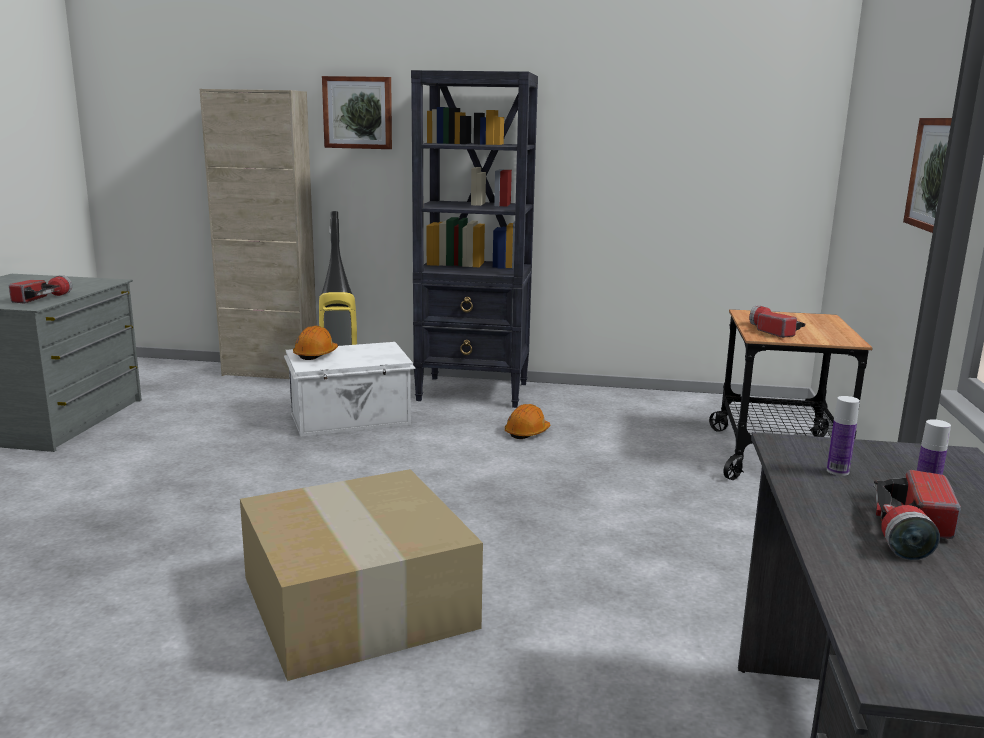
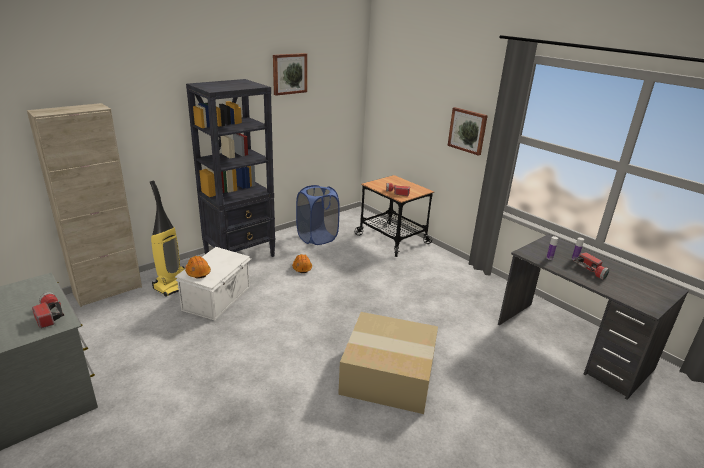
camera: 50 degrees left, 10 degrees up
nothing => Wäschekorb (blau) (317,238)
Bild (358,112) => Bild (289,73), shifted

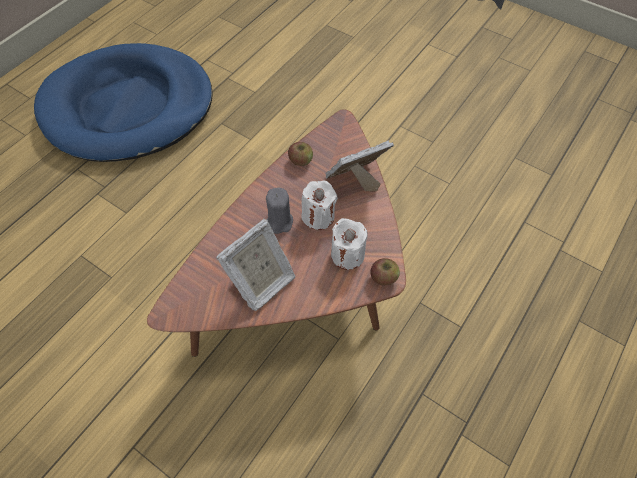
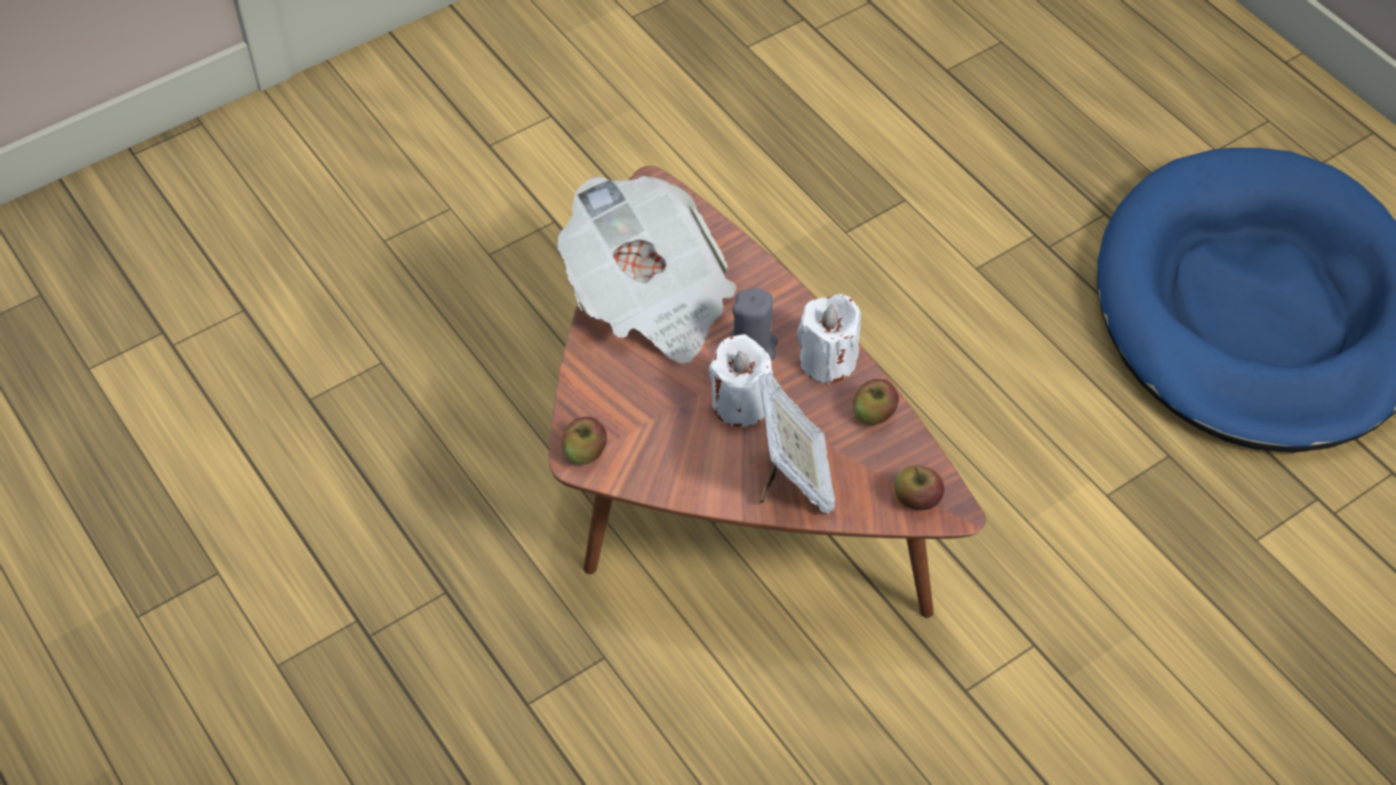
camera: 110 degrees right, 5 degrees down
nothing => Apfel (916,500)
Kerze (weiß) (347,255) => Kerze (weiß) (827,361), shifted
Bilderrahmen (261,283) => Zeitung (649,299)

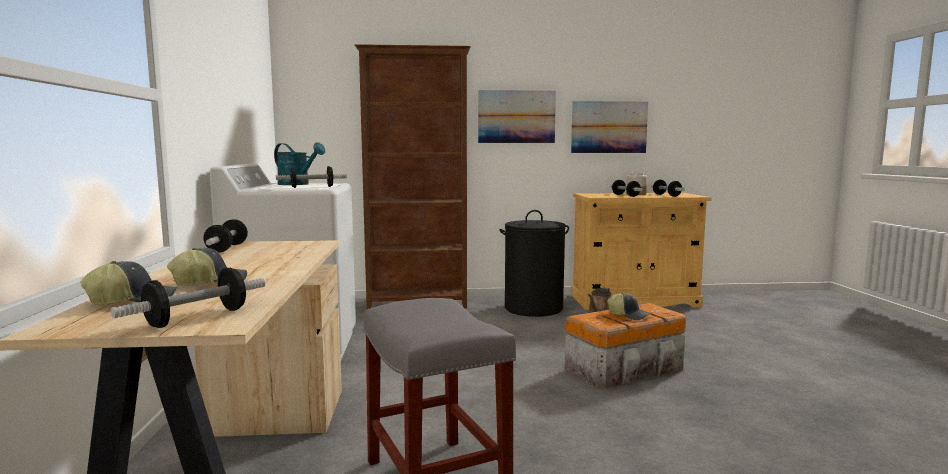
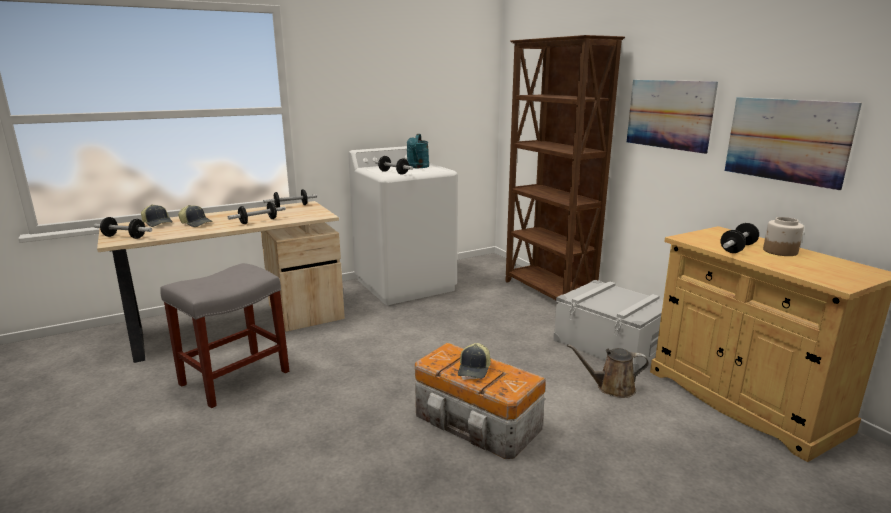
camera: 65 degrees right, 10 degrees up
Hantel (666,195) => Hantel (258,221), shifted
Wäschekorb (schwarz) (533,308) => Aufbewahrungsbox (grau) (611,343)

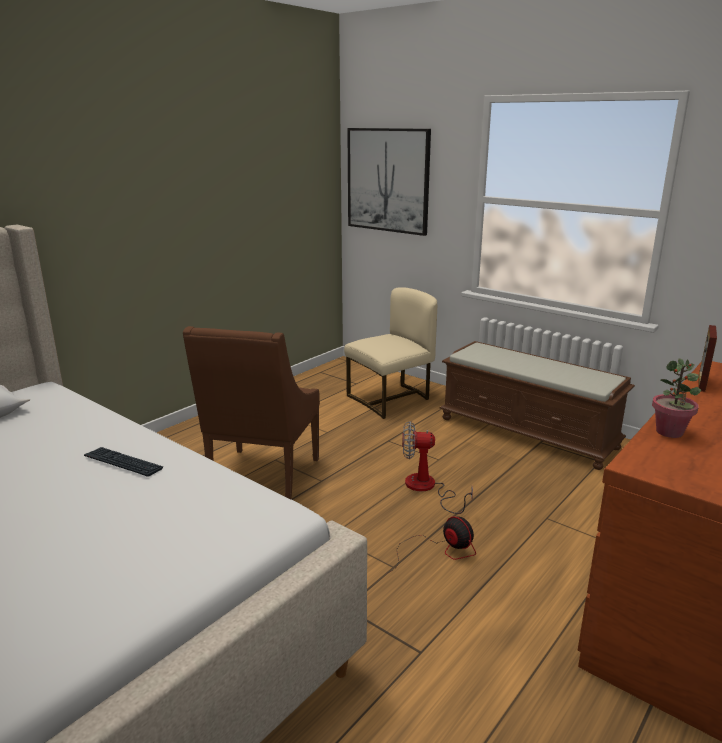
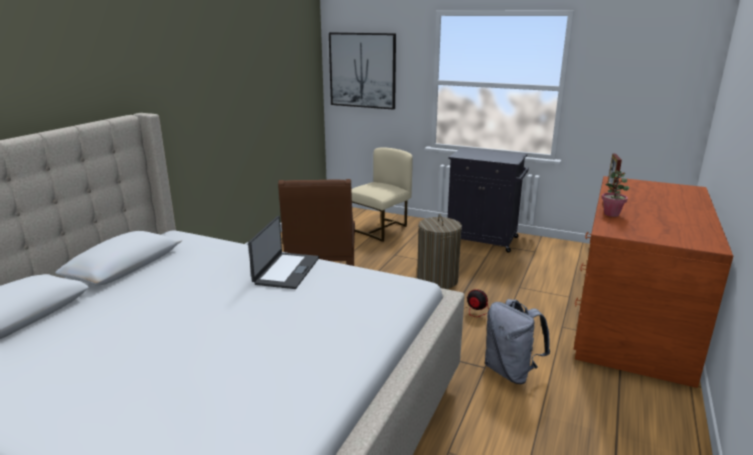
camera: 15 degrees left, 0 degrees up
nothing => Rucksack (grau) (511,372)
Tastatur (123,463) => Laptop (286,270)
Ventilator (427,488) => Wäschekorb (437,280)
Bank (braun) (528,432) => Schrank (schwarz) (483,240)

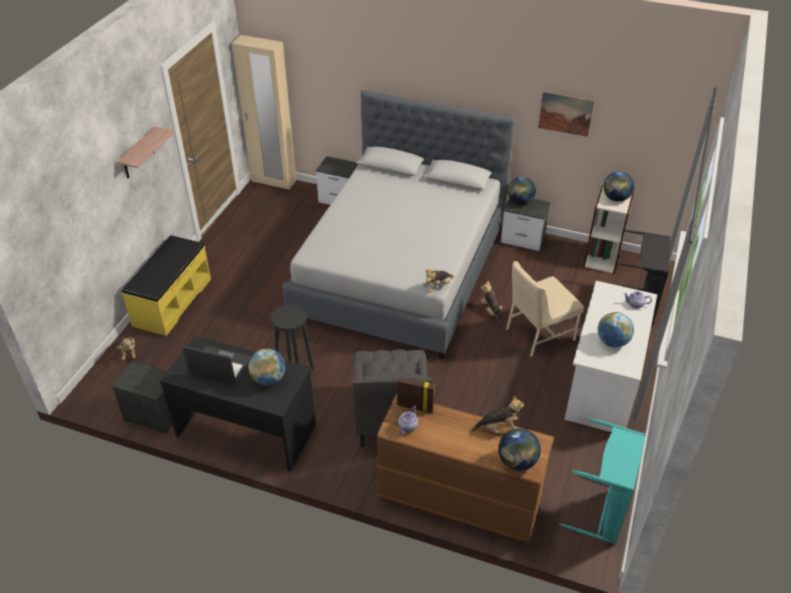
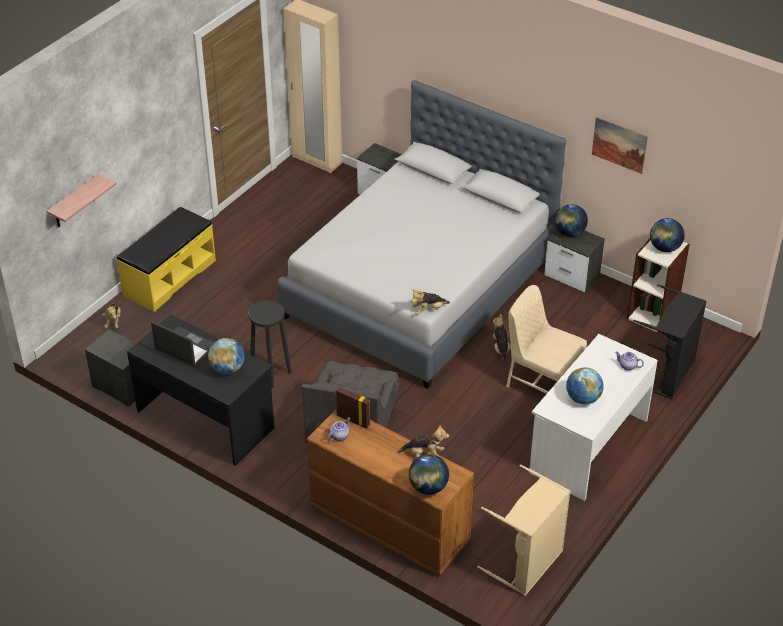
camera: 15 degrees right, 0 degrees up
Wandregal (138,154) => Wandregal (74,202), shifted
Wäschekorb (türkis) (603,510) => Wäschekorb (beige) (527,564)
Stuhl (beige) (538,334) => Stuhl (beige) (541,382), 45 degrees clockwise

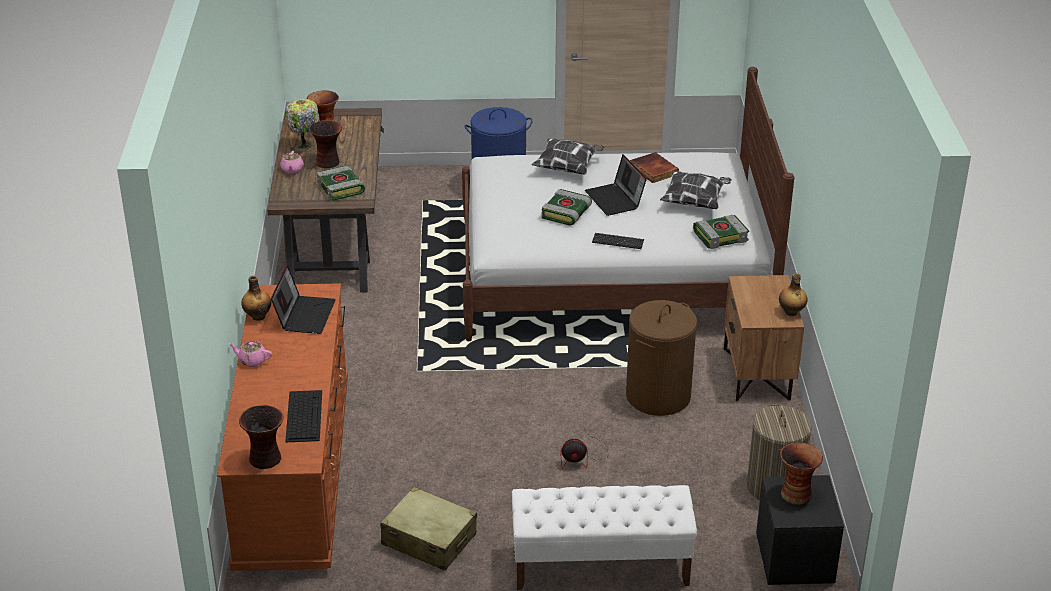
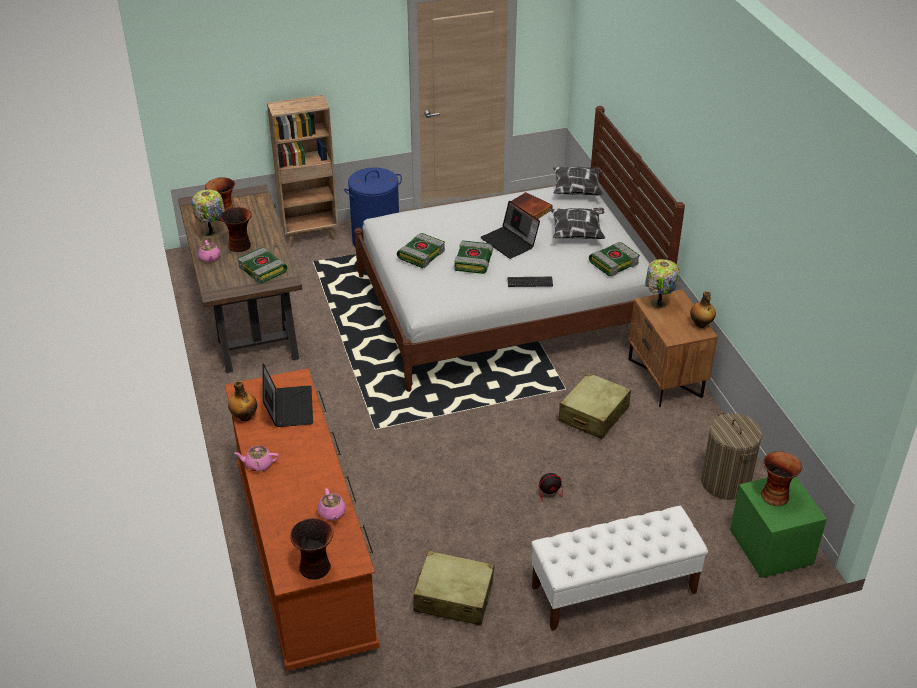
camera: 15 degrees left, 5 degrees up
nothing => Bücherregal (braun) (310,235)
nothing => Buch (421,254)
nothing => Tischlampe (658,304)
Kissen (568,167) => Kissen (578,190), shifted
Tastatur (303,415) => Teekanne (rosa) (332,513)
Wäschekorb (braun) (658,396) => Koffer (beige) (593,414)
Nachttisch (schwarz) (794,559) => Nachttisch (grün) (771,548)

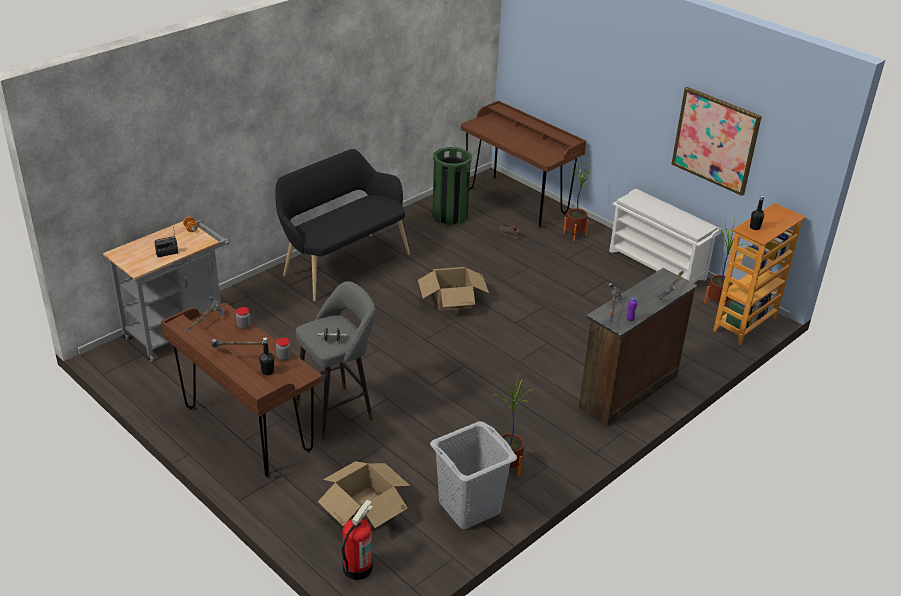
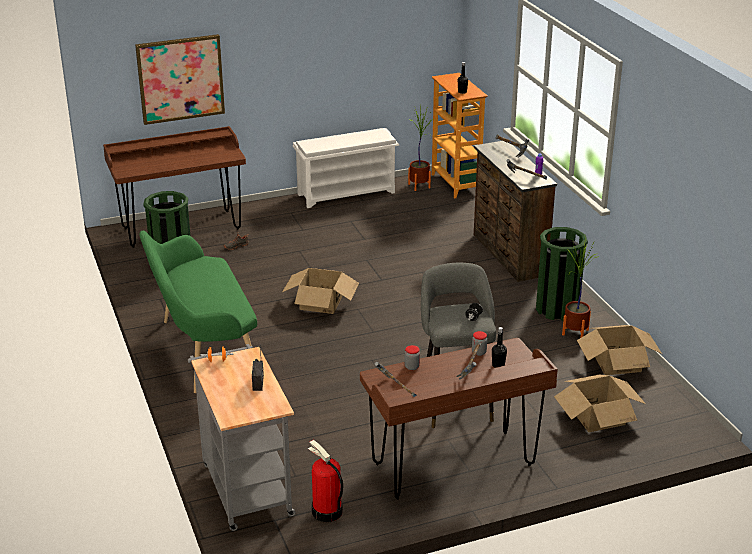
camera: 65 degrees left, 5 degrees down
Topfpflanze (574,234) => nothing
nothing => Mülleimer (grün) (557,309)
Feuerlöscher (357,567) => Feuerlöscher (326,511), shifted
Bild (715,140) => Bild (180,79), shifted
Wäschekorb (grau) (470,507) => Karton (617,362)
Bank (schwarz) (342,263) => Bank (grün) (203,351)

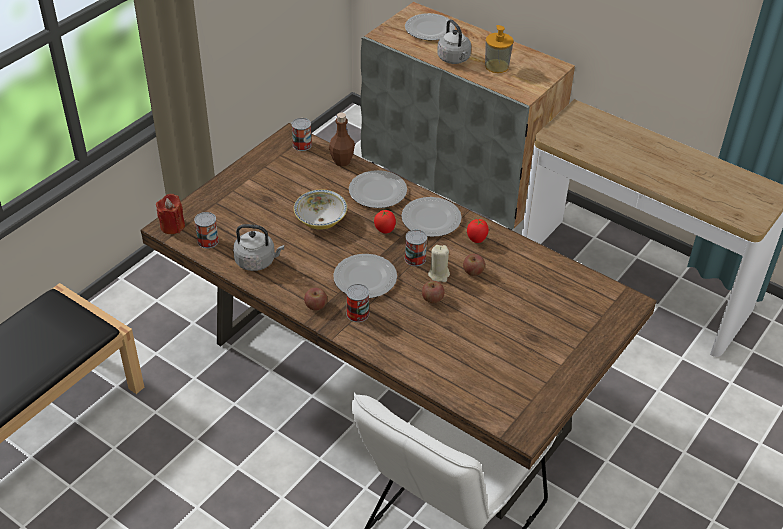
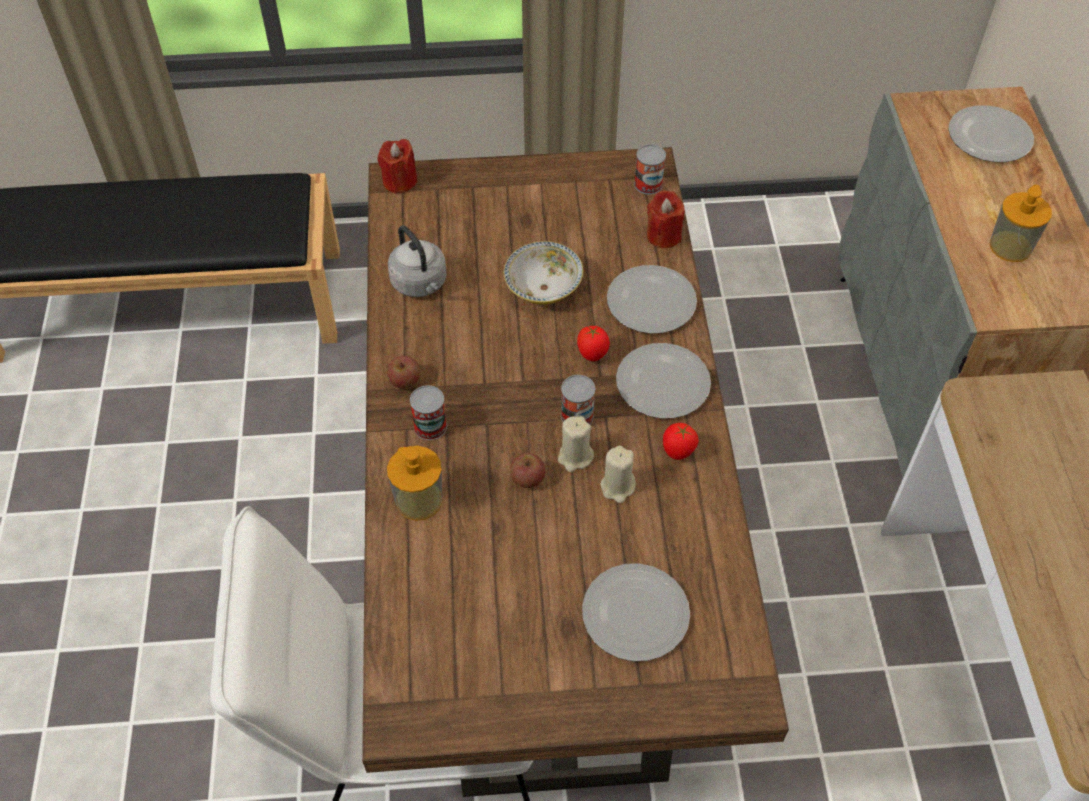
camera: 50 degrees right, 10 degrees up
Dose (208,241) => nothing
Wasserkessel (grau) (454,59) => nothing
nothing => Seifenspender (419,500)
Teller (365,278) => Teller (637,614), shifted
Flasche (braun) (342,161) => Kerze (rot) (663,236)
Apfel (473,271) => Kerze (beige) (617,487)

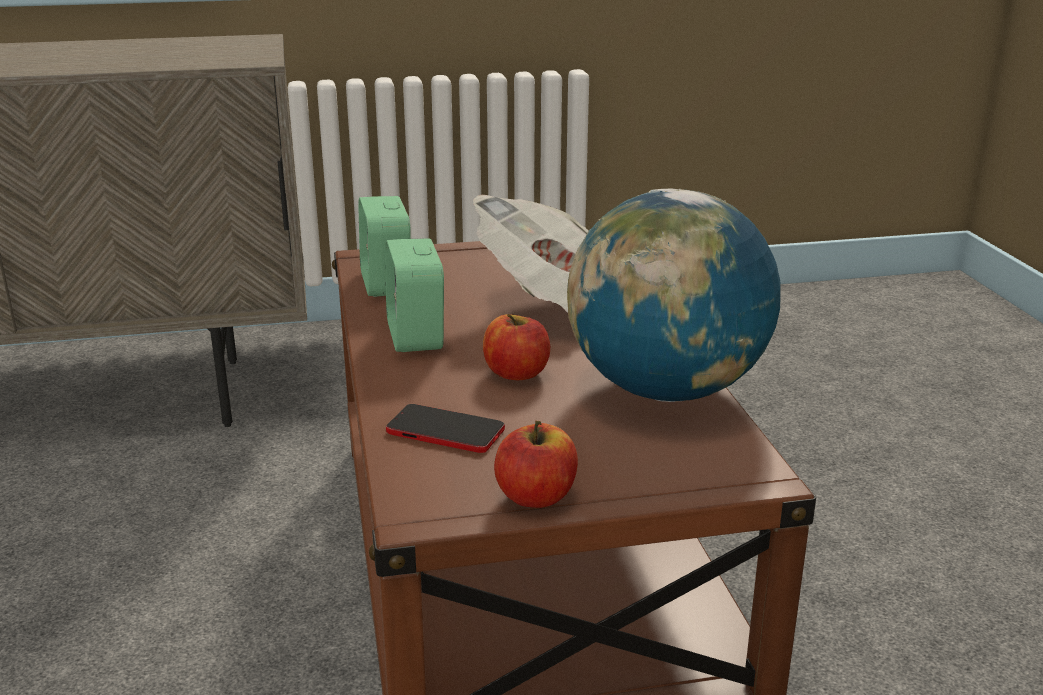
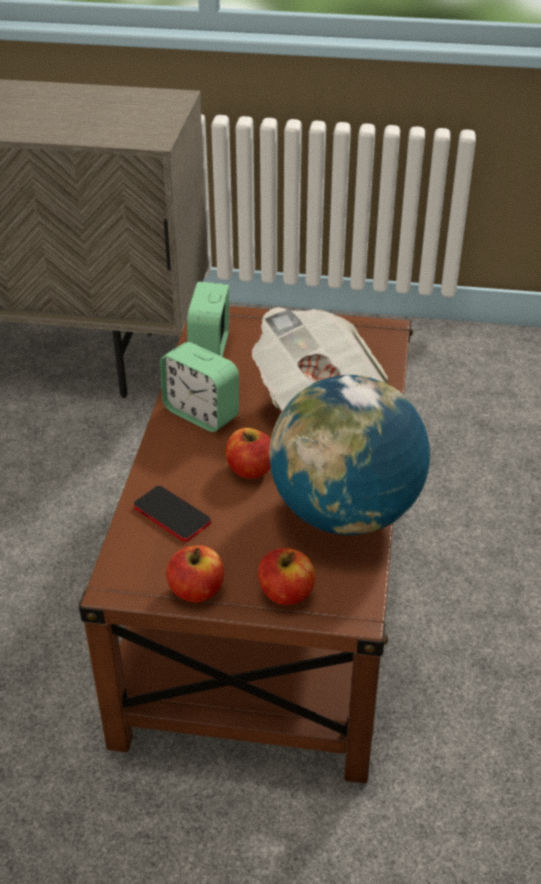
camera: 20 degrees right, 15 degrees up
nothing => Apfel (286,593)
Wecker (415,336) => Wecker (201,413), 60 degrees counterclockwise

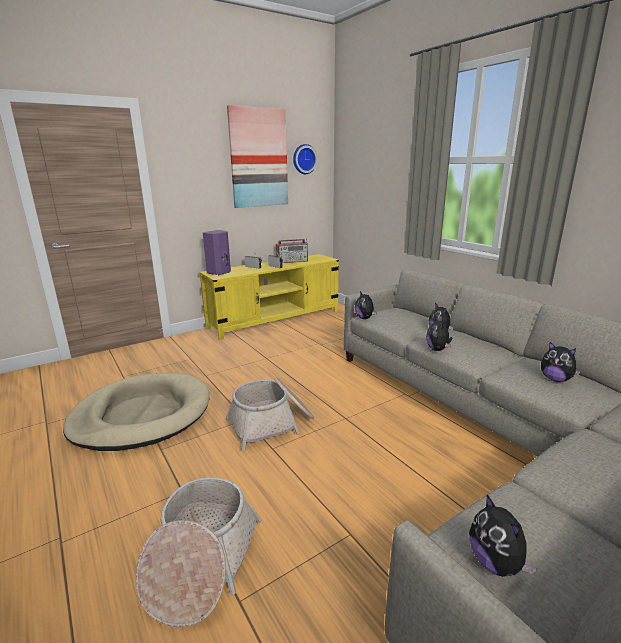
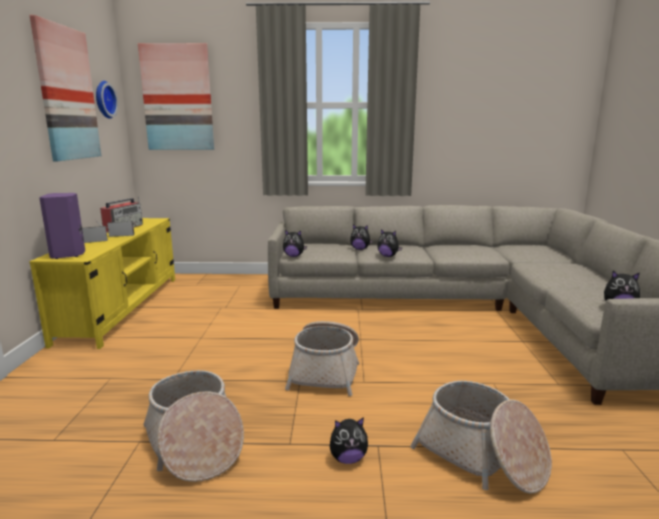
camera: 55 degrees left, 5 degrees down
nothing => Bild (177,98)
Plüschtier (555,379) => Plüschtier (348,458), shifted
Hundebett (beige) (142,415) => Korb (194,443)

